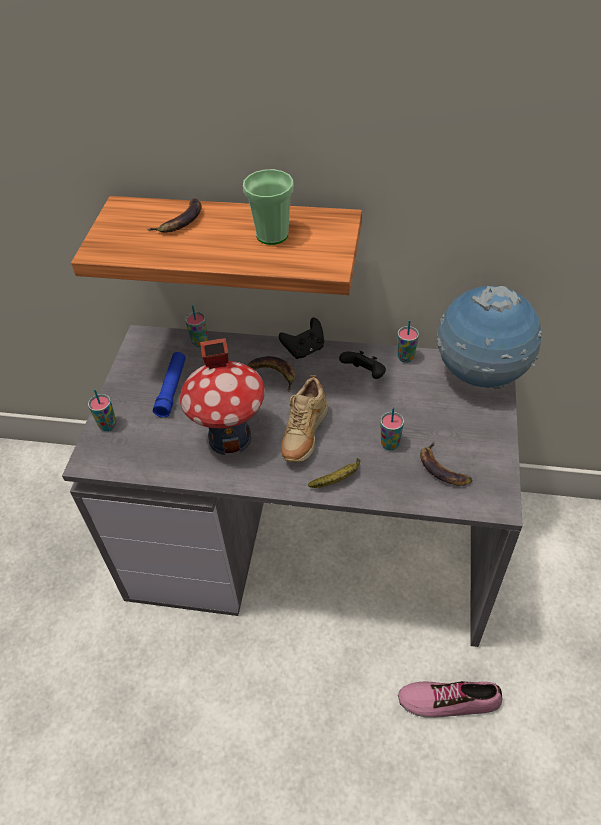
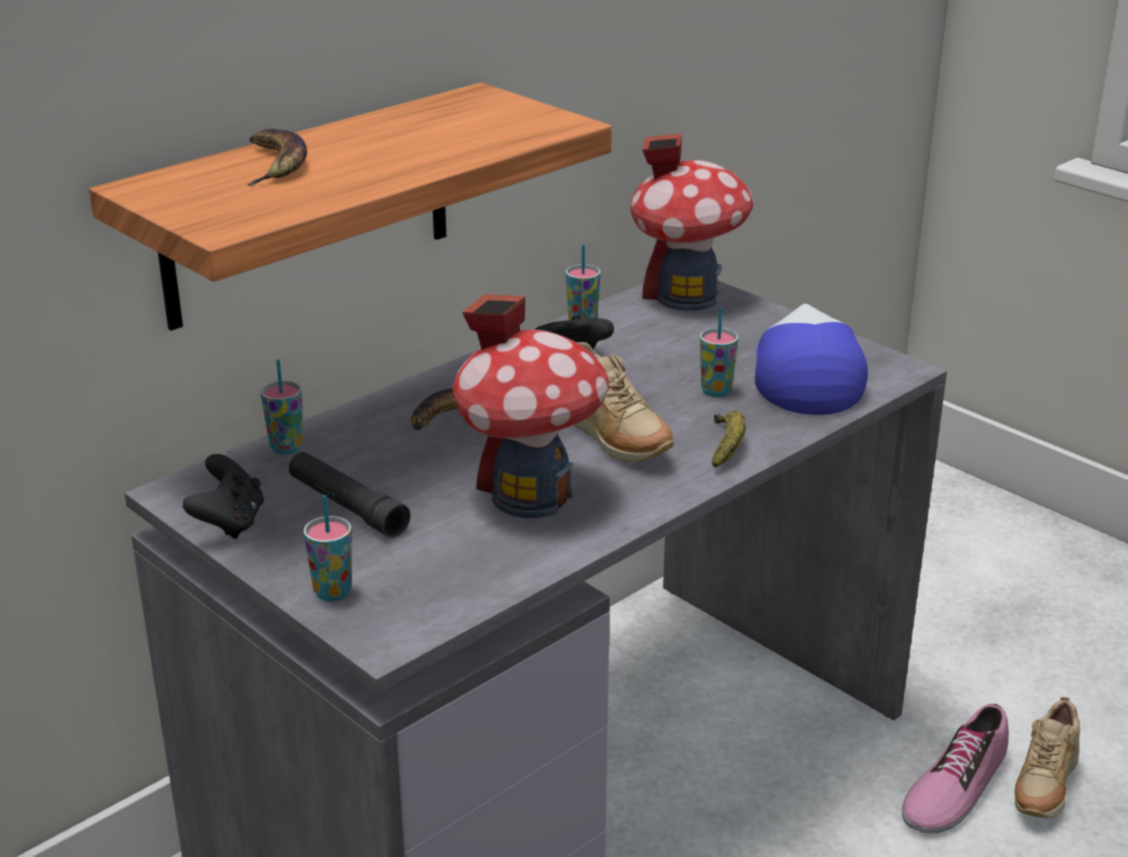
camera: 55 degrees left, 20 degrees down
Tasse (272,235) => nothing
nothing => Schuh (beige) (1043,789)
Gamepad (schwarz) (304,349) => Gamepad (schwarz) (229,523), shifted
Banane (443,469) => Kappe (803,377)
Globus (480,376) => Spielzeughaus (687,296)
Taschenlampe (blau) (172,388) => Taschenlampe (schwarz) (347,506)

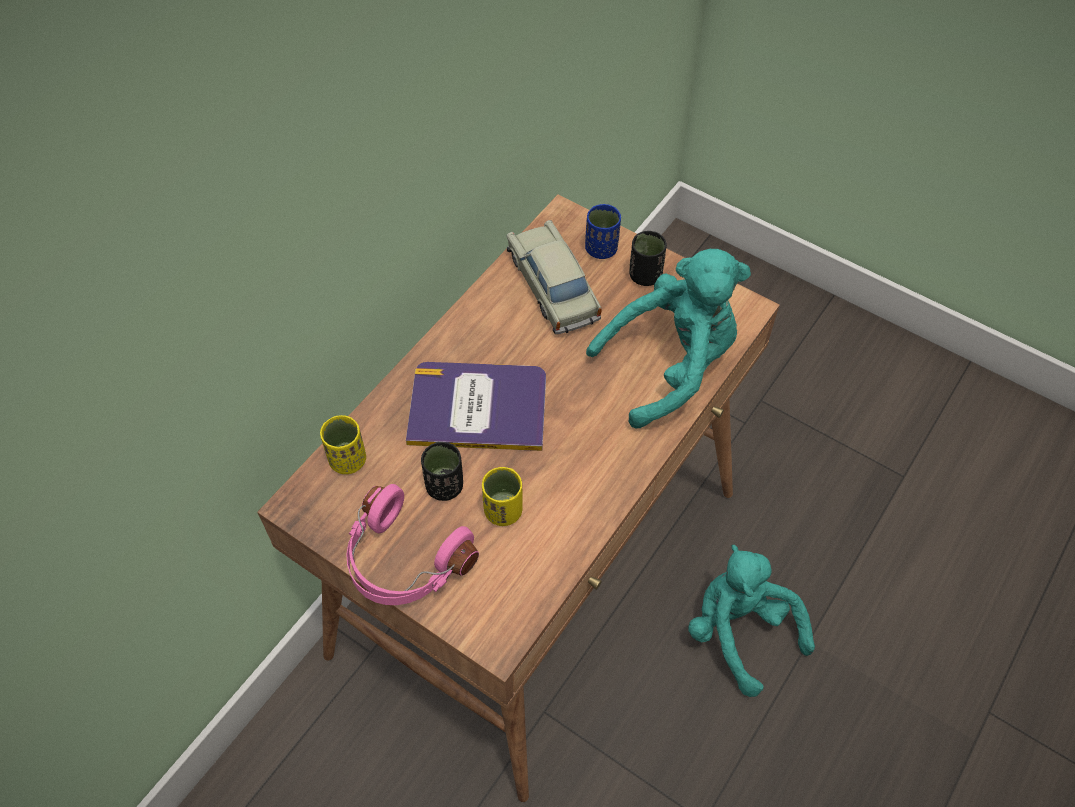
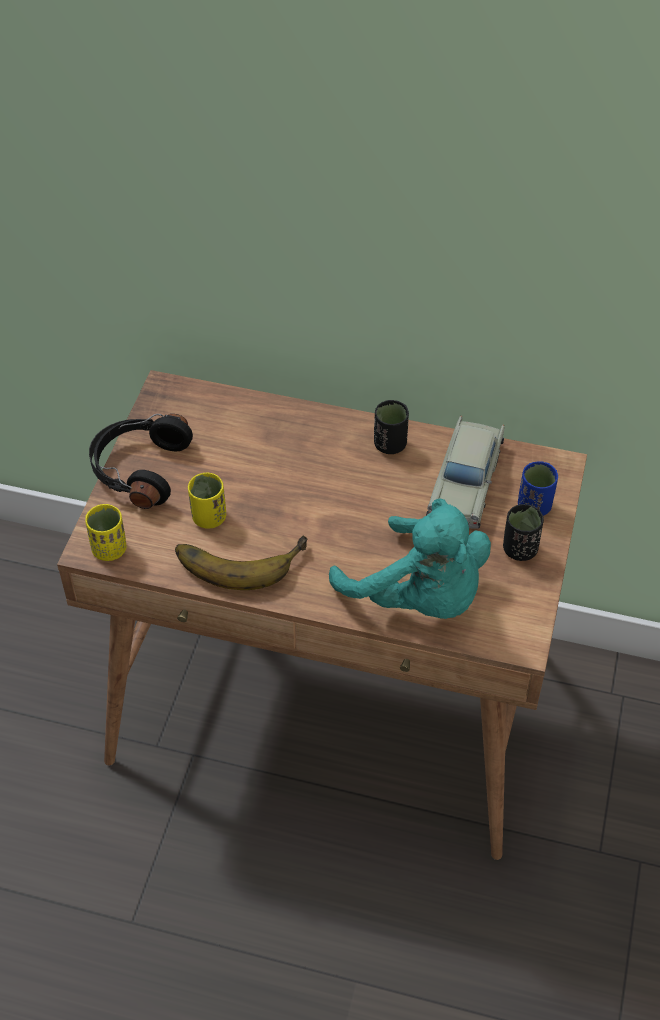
camera: 70 degrees right, 5 degrees down
Buch (478,407) => nothing
Plüschtier (türkis) (740,632) => nothing
nothing => Banane (239,556)
Tasse (gelb) (348,460) => Tasse (gelb) (109,549), shifted
Tasse (schwarz) (444,486) => Tasse (schwarz) (390,444), shifted
Kopfhörer (rosa) (404,562) => Kopfhörer (schwarz) (139,469)
Spielzeugauto (beige) (552,287) => Spielzeugauto (beige) (466,483), 150 degrees clockwise

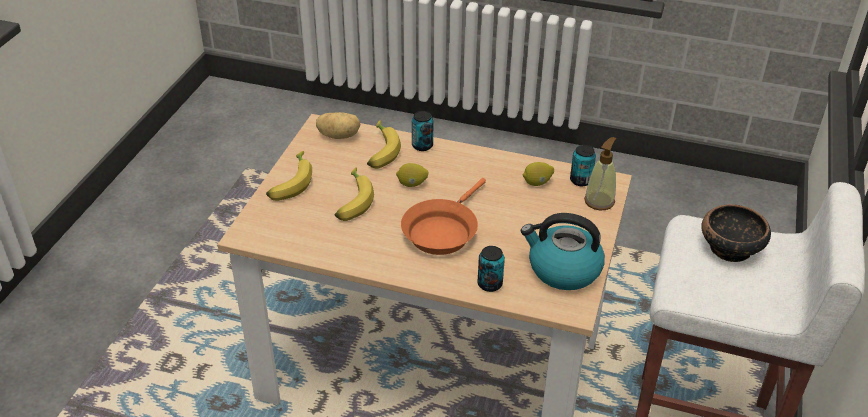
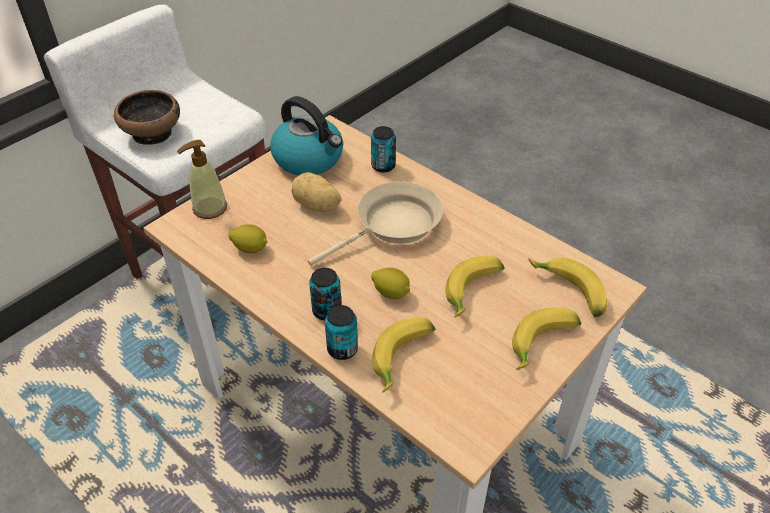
camera: 155 degrees left, 5 degrees up
nothing => Banane (568,292)
Kartoffel (339,135) => Kartoffel (316,206), shifted
Dose (580,180) => Dose (327,311), shifted
Pfanne (orange) (442,231) => Pfanne (beige) (393,226)

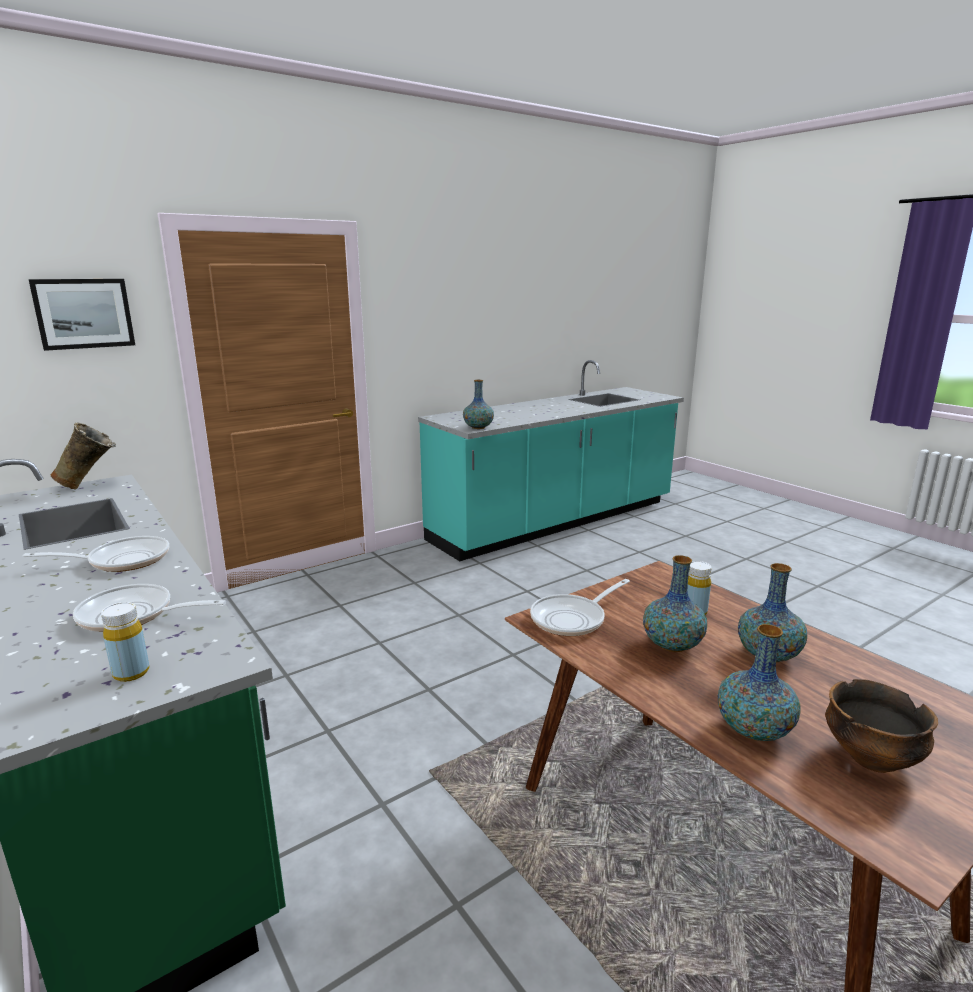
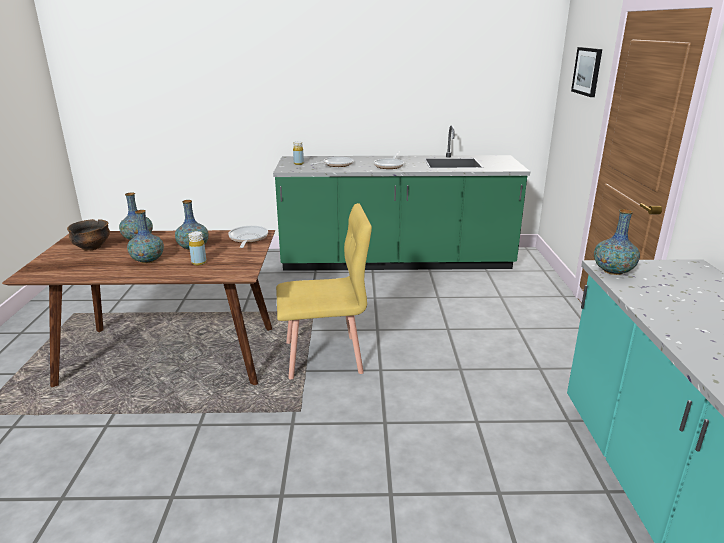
camera: 125 degrees right, 5 degrees up
Vase (beige) (90,486) => nothing
nothing => Stuhl (gelb) (324,357)

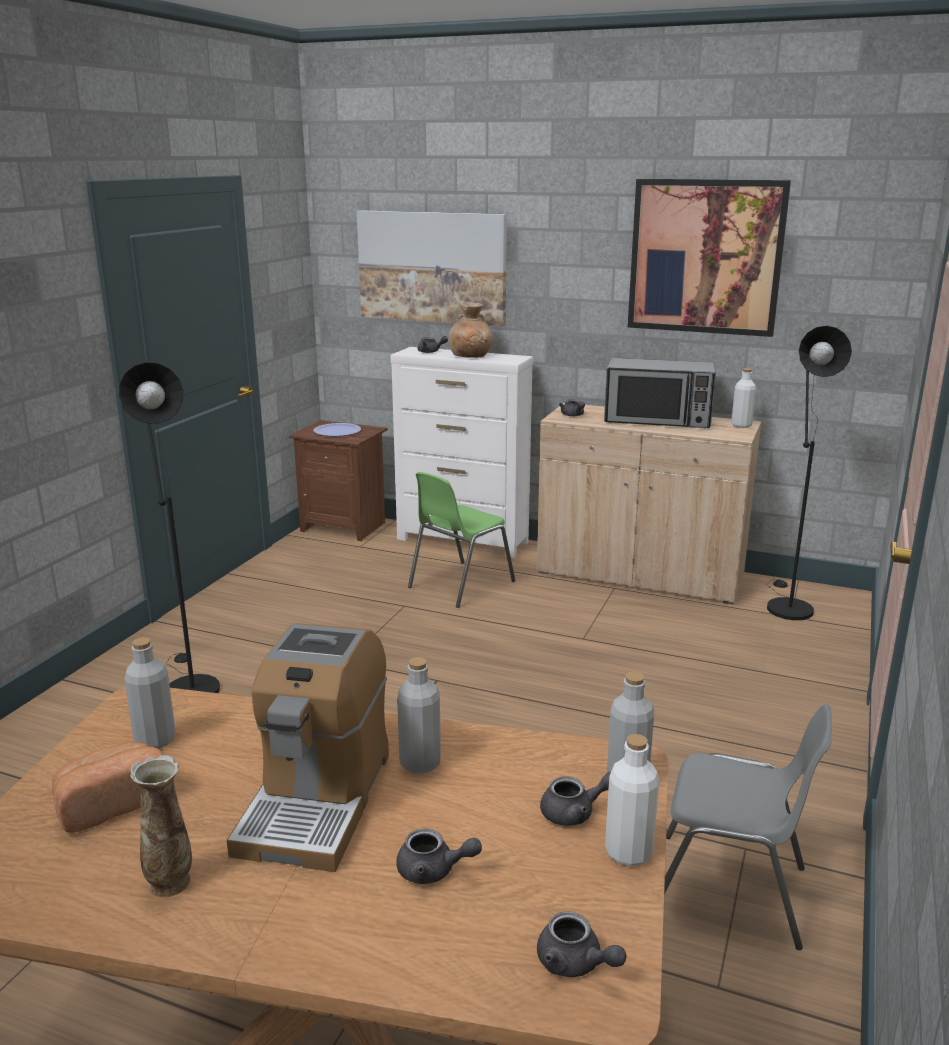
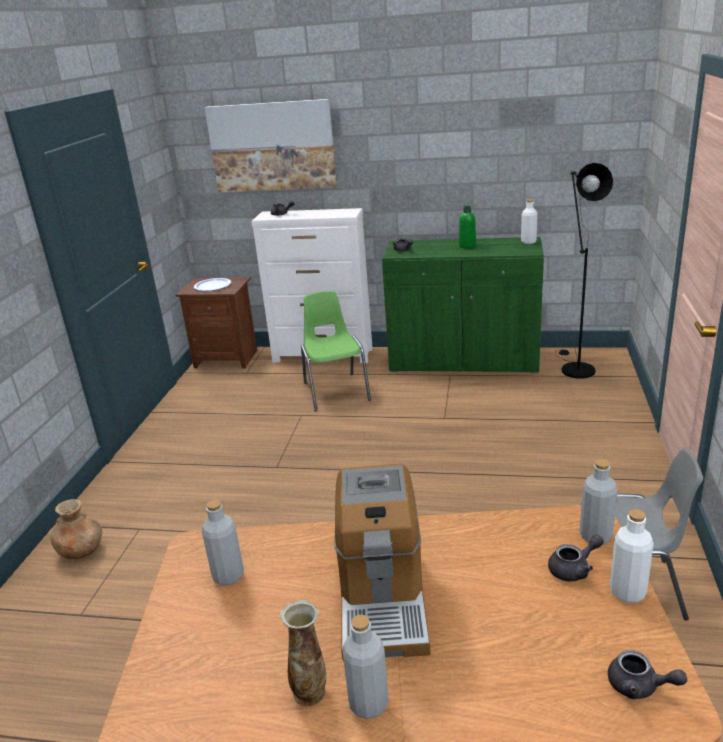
camera: 10 degrees left, 5 degrees up
Brot (112,803) => nothing
Stehlampe (schwarz) (189,686) => nothing
Teekanne (grau) (433,871) => nothing
Bild (705,257) => nothing
Flasche (grau) (420,763) => Flasche (grau) (368,703), shifted
Vase (braun) (470,356) => Vase (braun) (82,550), shifted
Mikrowelle (658,420) => Flasche (grün) (467,246)
Schrank (beige) (640,574) => Schrank (grün) (463,361)
Stuhl (grün) (459,584) => Stuhl (grün) (335,391), 135 degrees clockwise

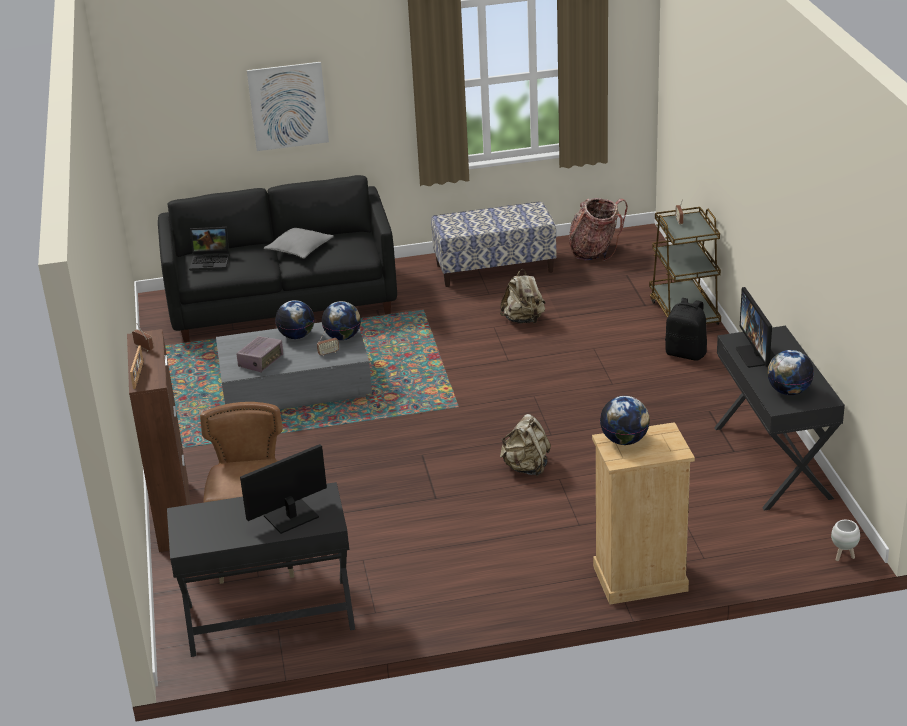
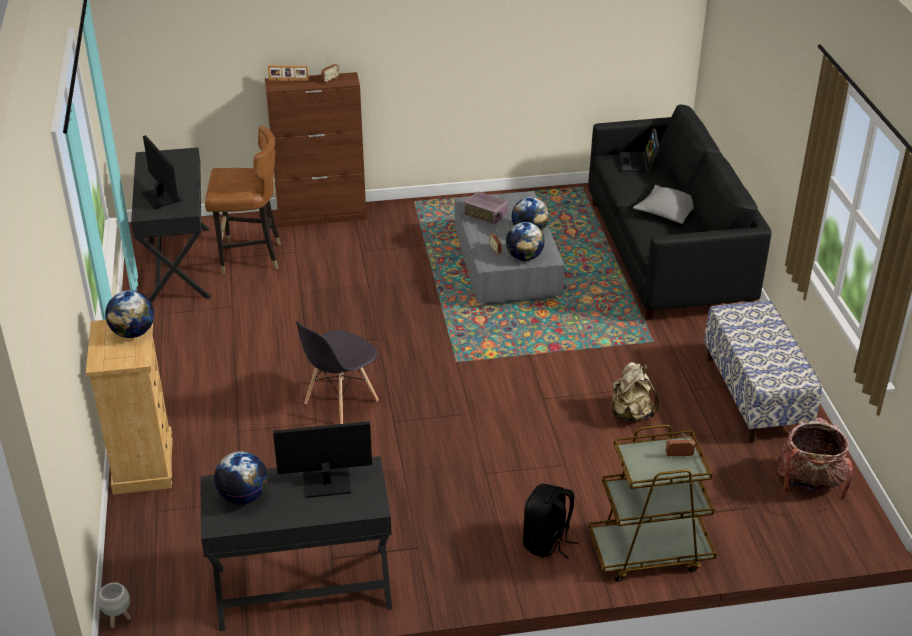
camera: 90 degrees right, 5 degrees up
Bild (288,106) => nothing
Rucksack (beige) (526,467) => Stuhl (grau) (340,402)

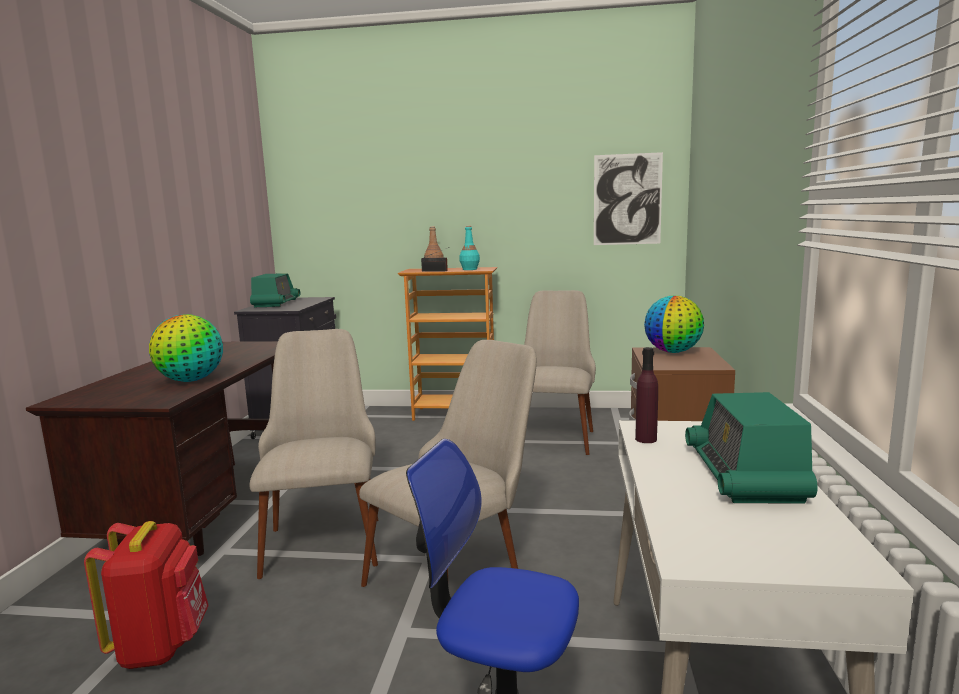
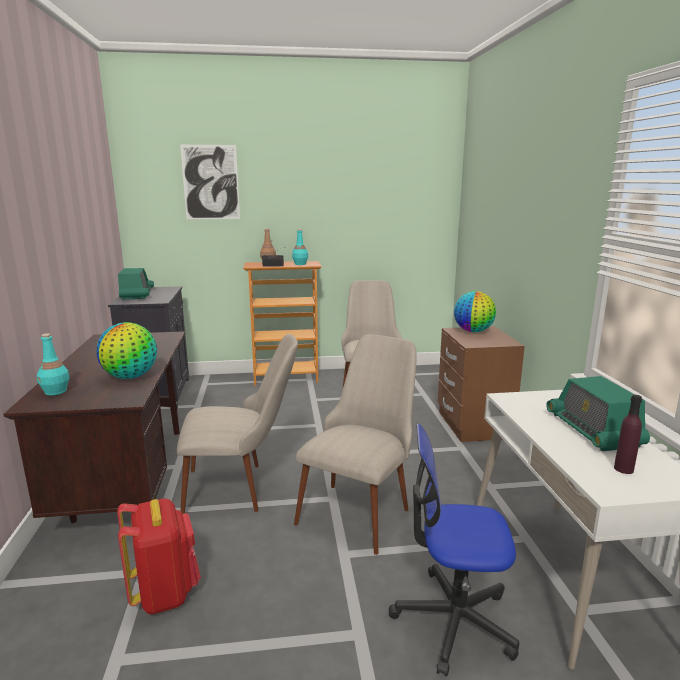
camera: 15 degrees left, 5 degrees up
nothing => Flasche (türkis) (56,391)
Bild (627,199) => Bild (210,182), shifted
Flasche (lila) (646,439) => Flasche (lila) (623,469), shifted
Stuhl (beige) (324,534) => Stuhl (beige) (241,488), 105 degrees clockwise

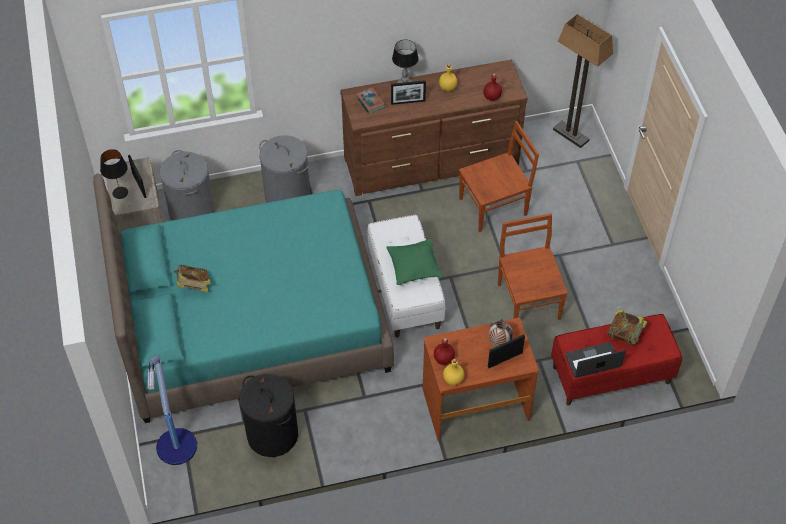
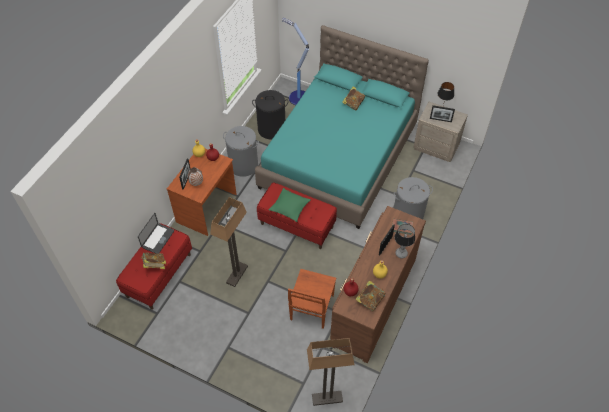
camera: 130 degrees right, 0 degrees up
nothing => Buch (369,300)
Wäschekorb (grau) (192,212) => Wäschekorb (grau) (243,165), shifted
Stuhl (braun) (528,299) => Stehlampe (237,275)
Bank (weiß) (404,290) => Bank (rot) (297,225)

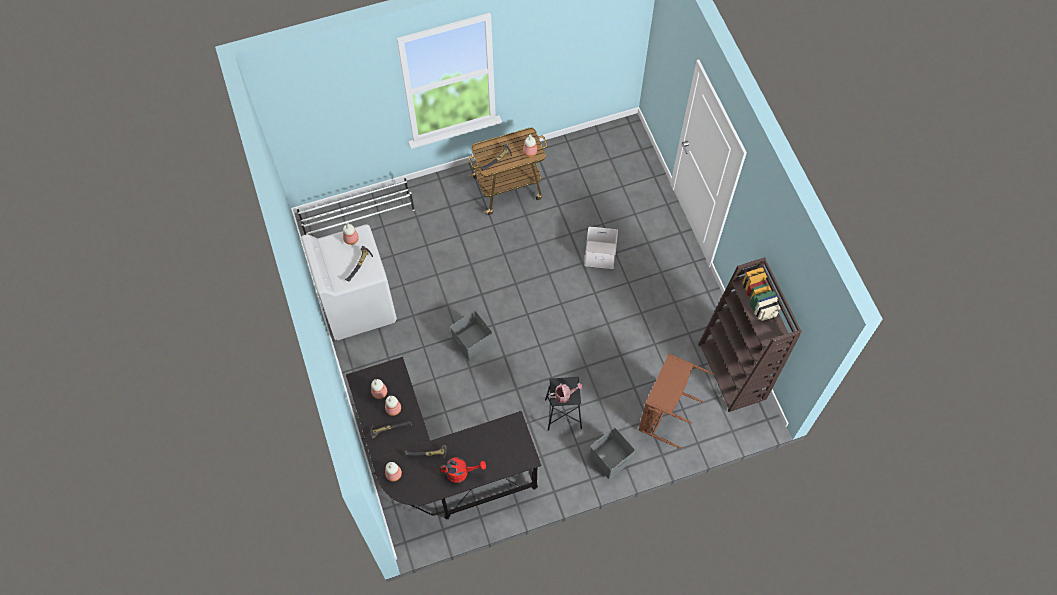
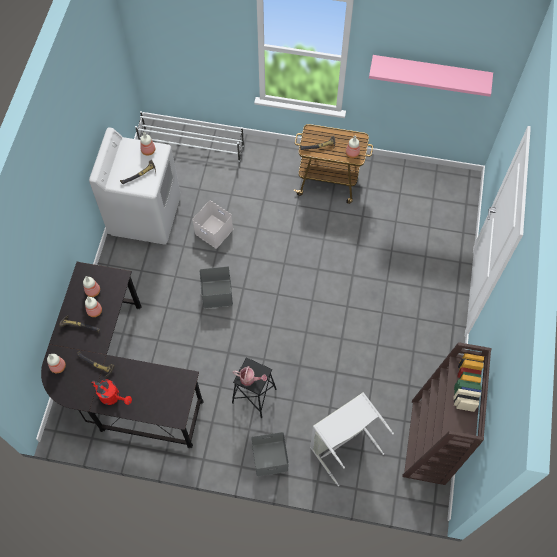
camera: 30 degrees right, 0 degrees up
nothing => Wandregal (rosa) (430,71)
Aufbewahrungsbox (weiß) (600,254) => Aufbewahrungsbox (weiß) (215,231), shifted
Wäschekorb (braun) (663,412) => Wäschekorb (grau) (342,444)

